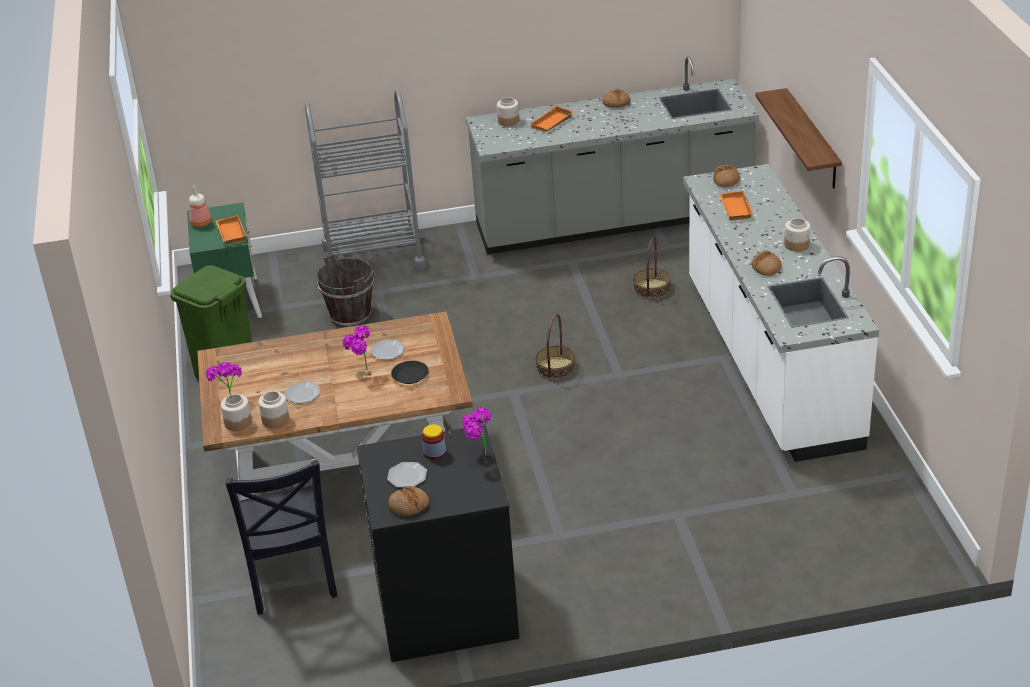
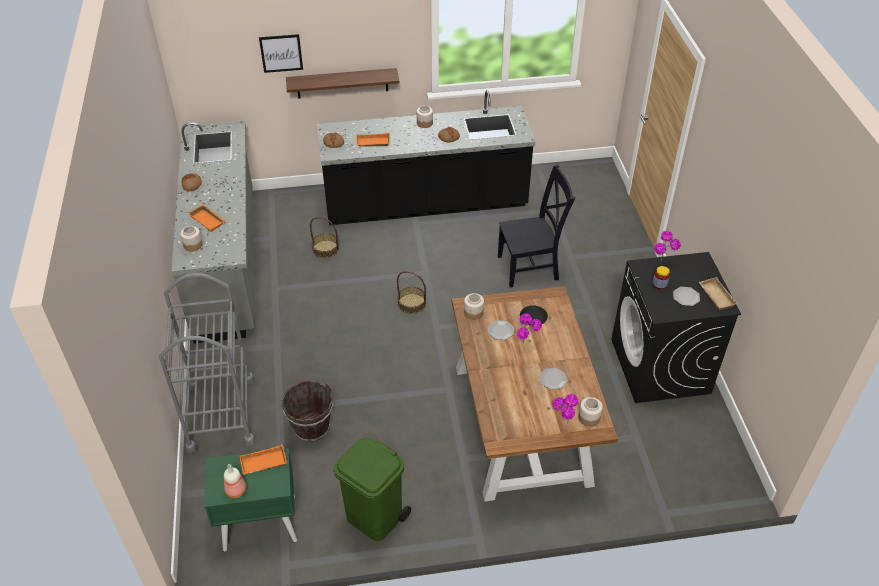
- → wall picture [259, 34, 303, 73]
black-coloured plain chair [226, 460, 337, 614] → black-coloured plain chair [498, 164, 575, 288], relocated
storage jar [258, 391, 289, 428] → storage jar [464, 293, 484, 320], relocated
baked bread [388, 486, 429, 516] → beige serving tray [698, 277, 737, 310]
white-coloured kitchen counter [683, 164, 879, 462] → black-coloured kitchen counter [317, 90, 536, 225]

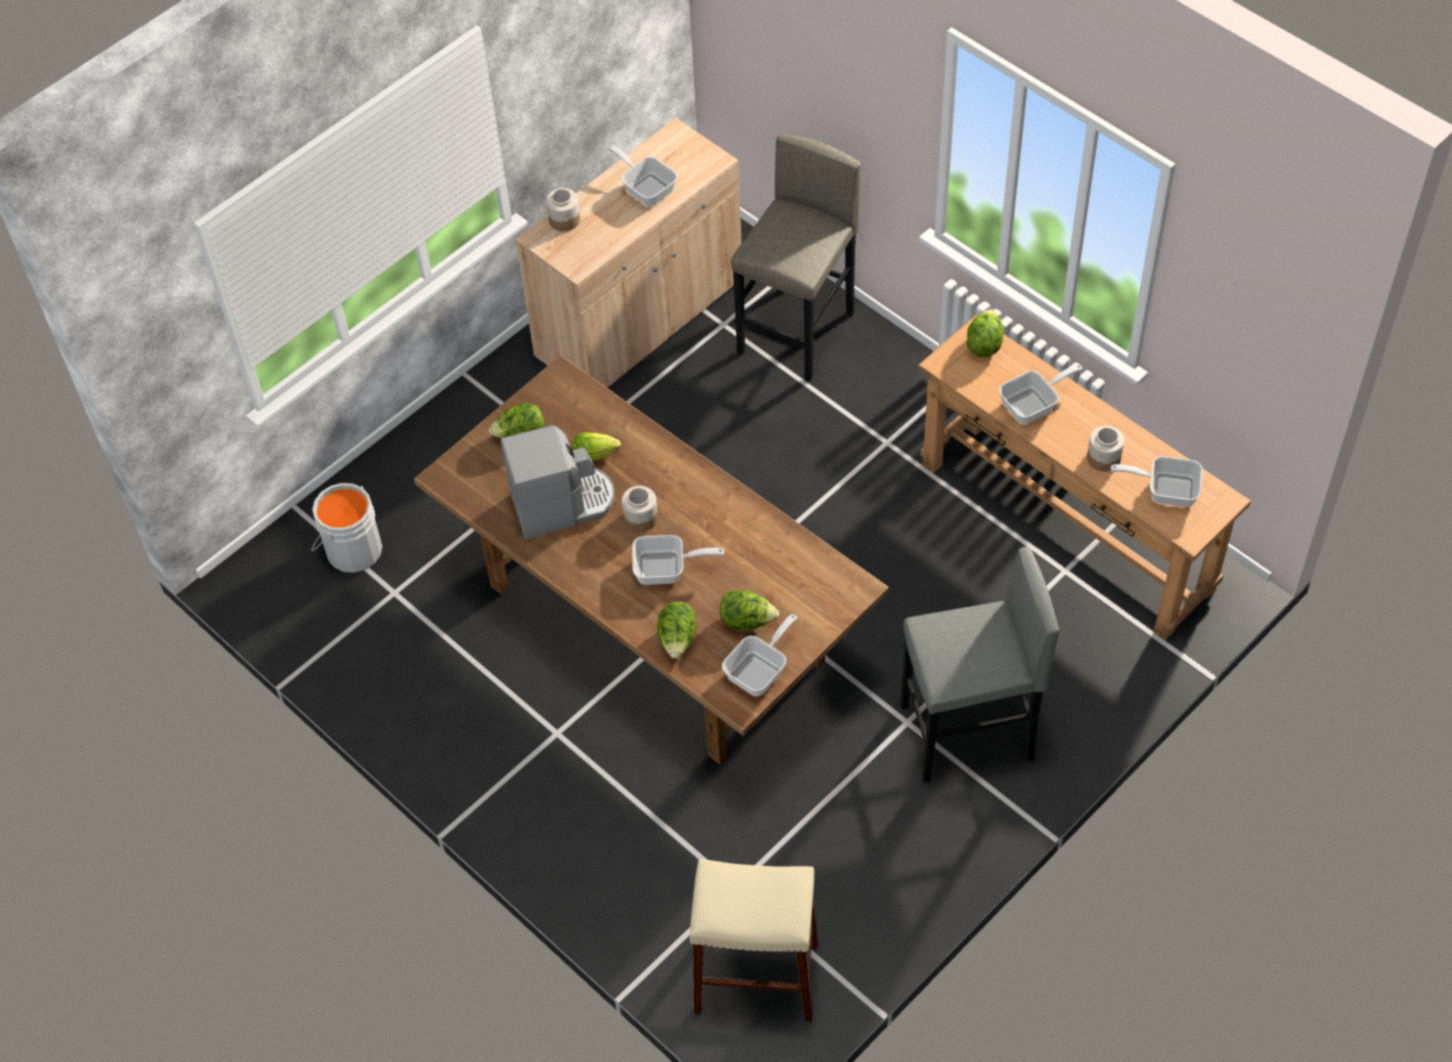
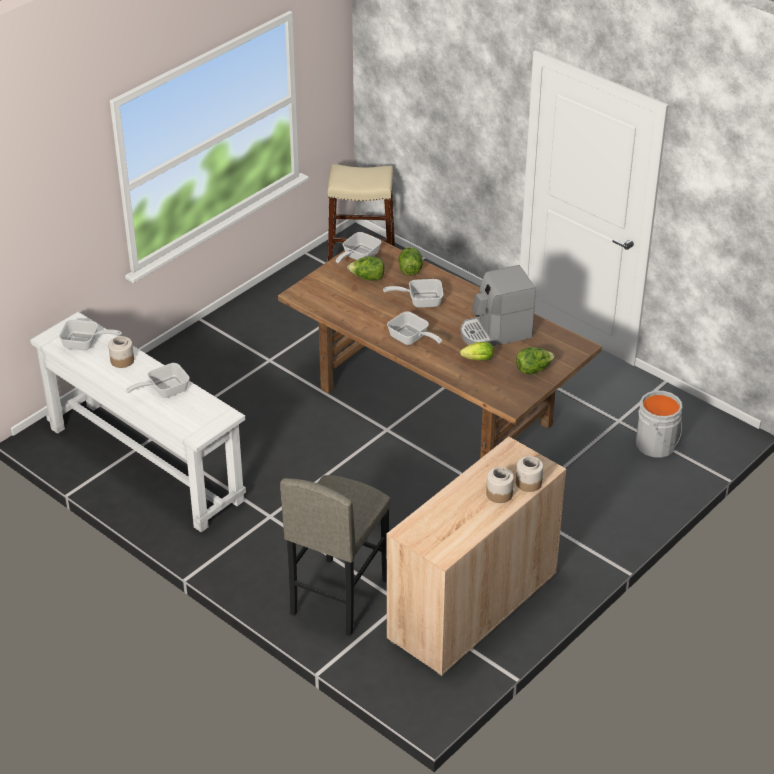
greyish sitting stool [900, 547, 1059, 783] → -
lettuce [966, 309, 1004, 358] → -
skillet [607, 145, 677, 206] → skillet [387, 312, 442, 345], relocated
storage jar [622, 486, 658, 532] → storage jar [486, 467, 514, 503], relocated
brown-coloured narrow table [918, 315, 1251, 641] → white-coloured narrow table [30, 312, 246, 532]

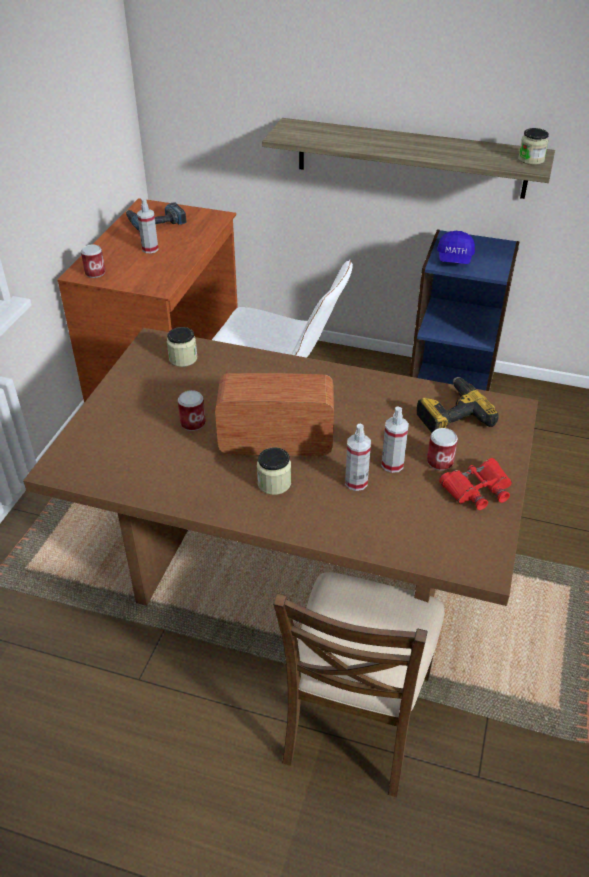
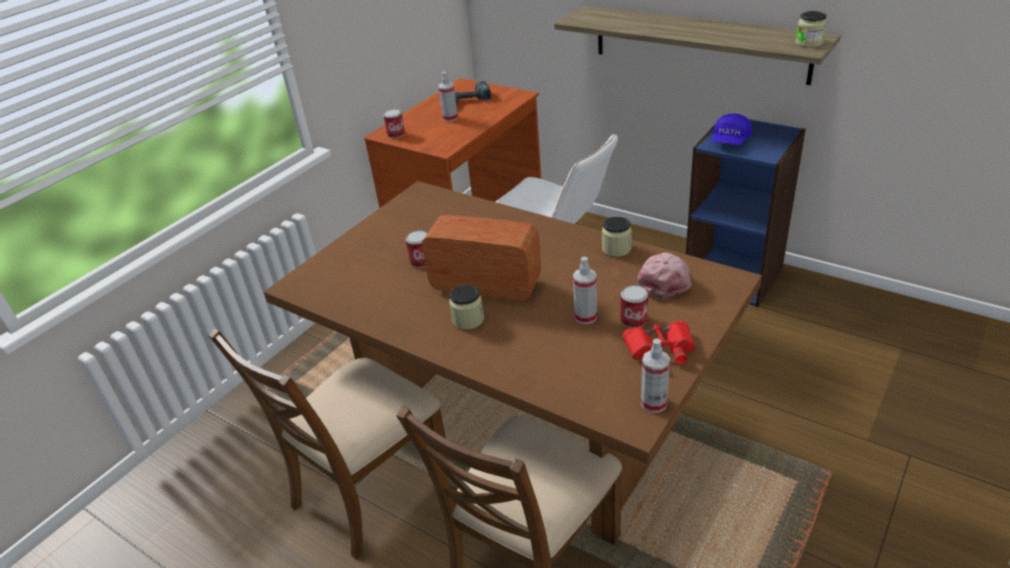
- → brown-coloured plain chair [208, 328, 450, 560]
storage jar [167, 327, 197, 367] → storage jar [602, 216, 632, 257], relocated
hand sprayer [345, 424, 371, 491] → hand sprayer [641, 338, 670, 413], relocated
electric drill [417, 377, 499, 433] → pink cap [637, 253, 692, 299]

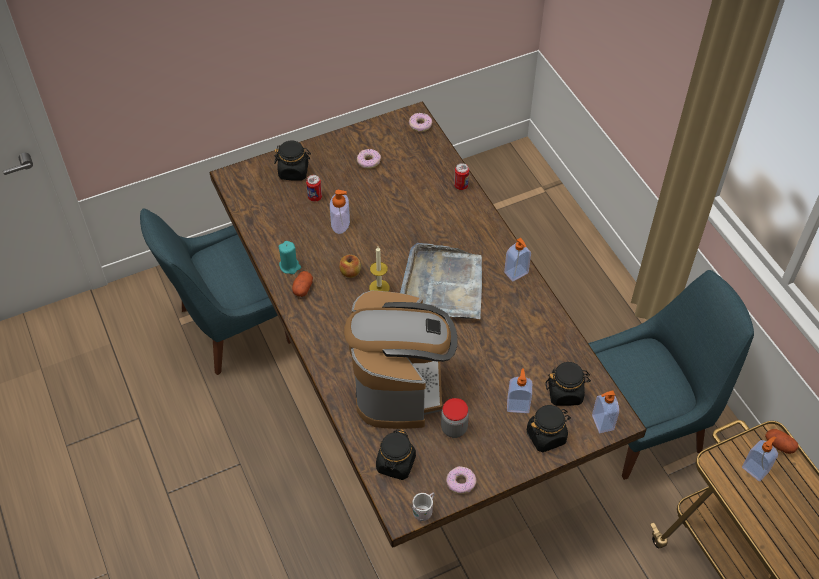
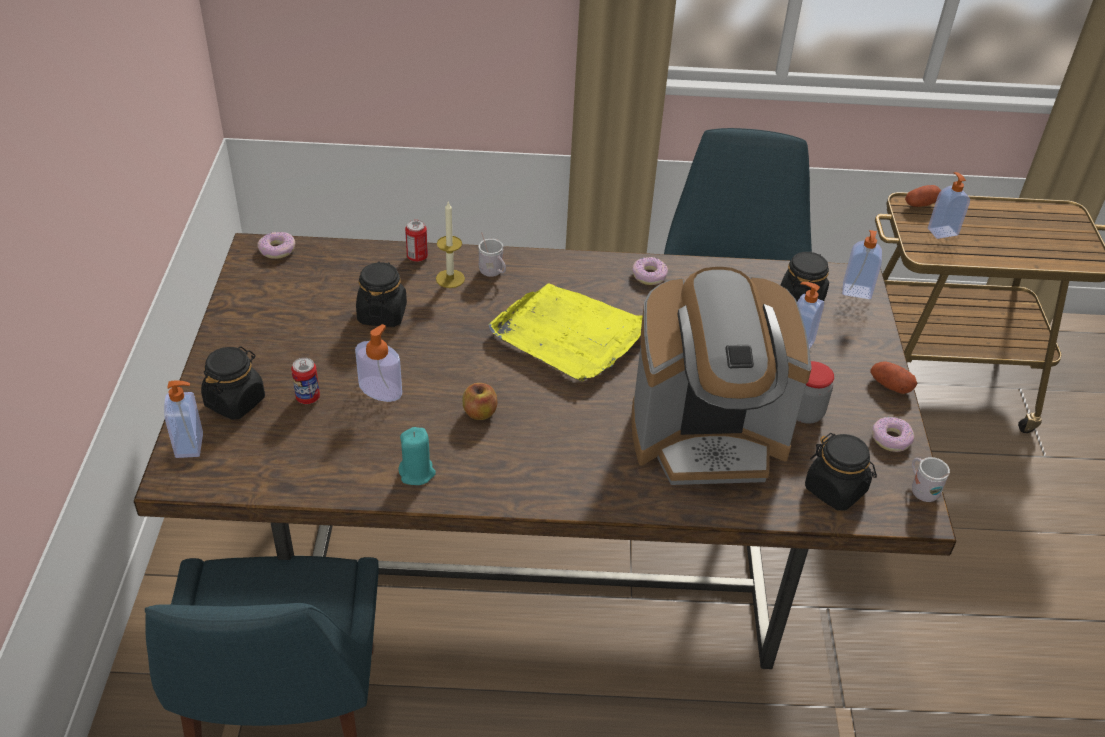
- → white-coloured mug [479, 232, 506, 277]
potato [292, 271, 313, 297] → potato [870, 361, 917, 394], relocated
doughnut [357, 149, 381, 169] → doughnut [632, 257, 668, 285], relocated
candle [369, 247, 390, 292] → candle [436, 202, 465, 288], relocated
soap bottle [504, 238, 531, 282] → soap bottle [164, 380, 203, 458], relocated
black-coloured storage jar [527, 405, 571, 452] → black-coloured storage jar [356, 261, 407, 327], relocated
greyish serving tray [400, 243, 482, 319] → yellowish serving tray [489, 283, 642, 381]
coffee maker [344, 291, 458, 429] → coffee maker [631, 267, 812, 485], 150 degrees clockwise

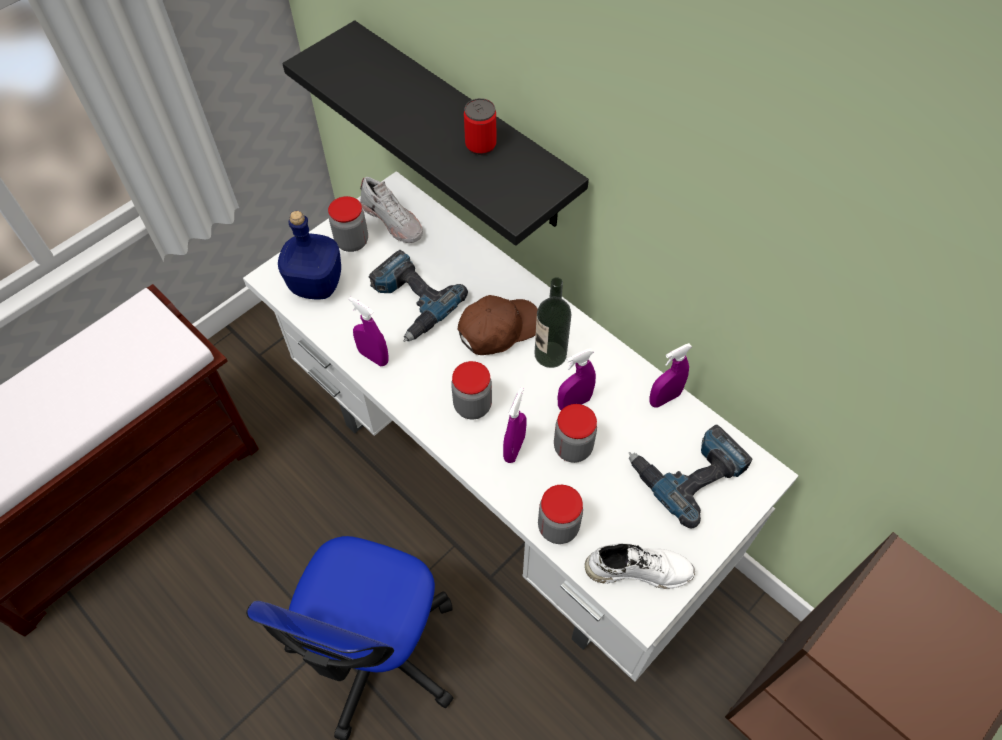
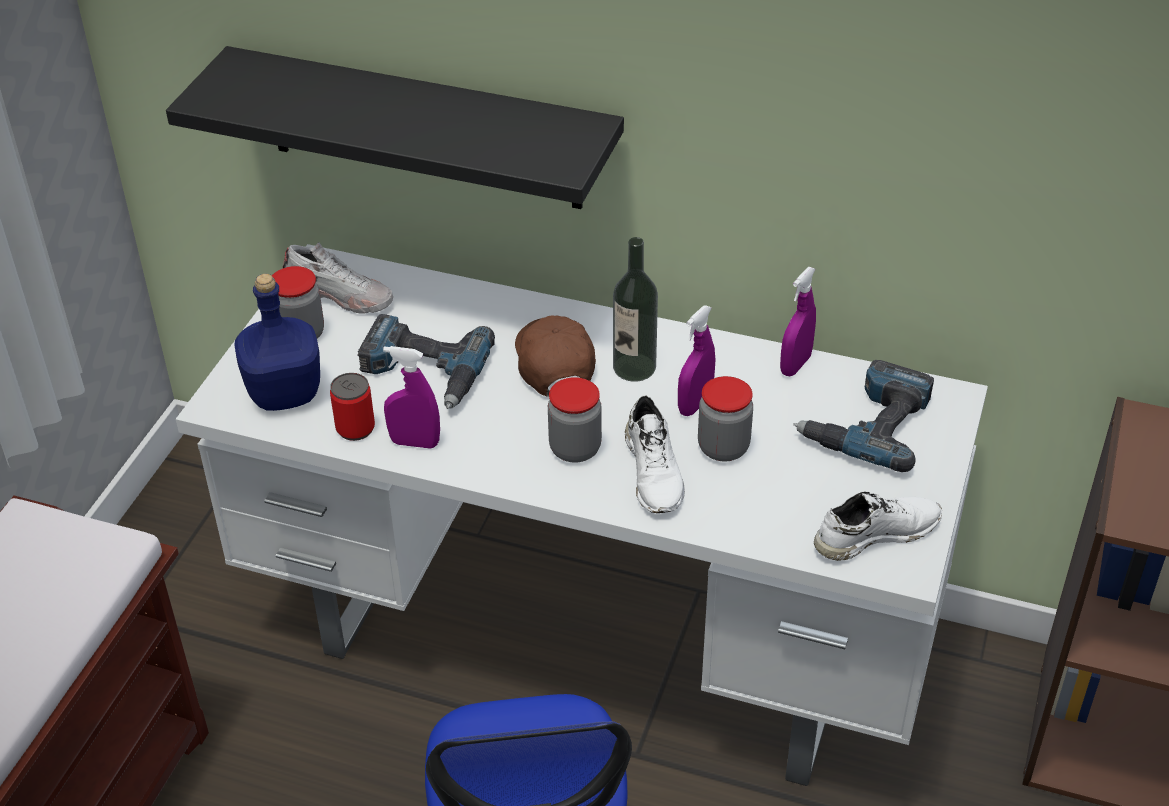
storage jar [538, 485, 583, 544] → -
metal can [464, 98, 496, 155] → metal can [330, 373, 375, 441], relocated
purplish hand sprayer [503, 388, 527, 463] → white-coloured shoe [625, 395, 685, 513]
brown-coloured cap [458, 295, 538, 355] → brown-coloured cap [515, 315, 596, 397], 45 degrees counterclockwise

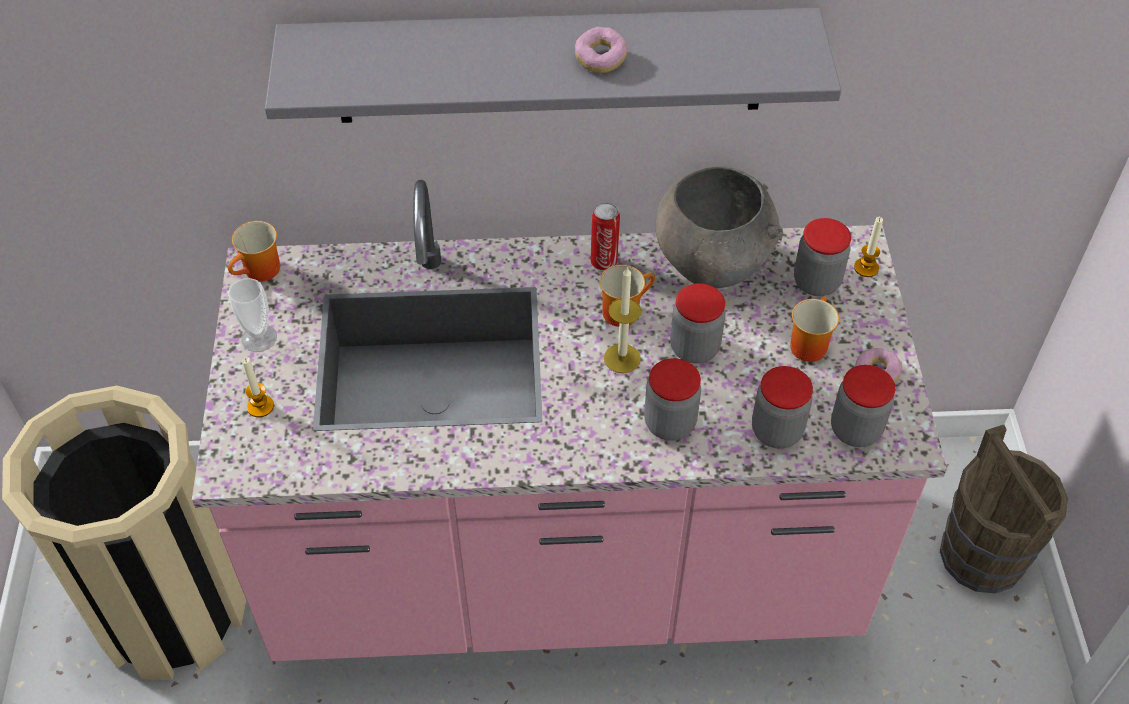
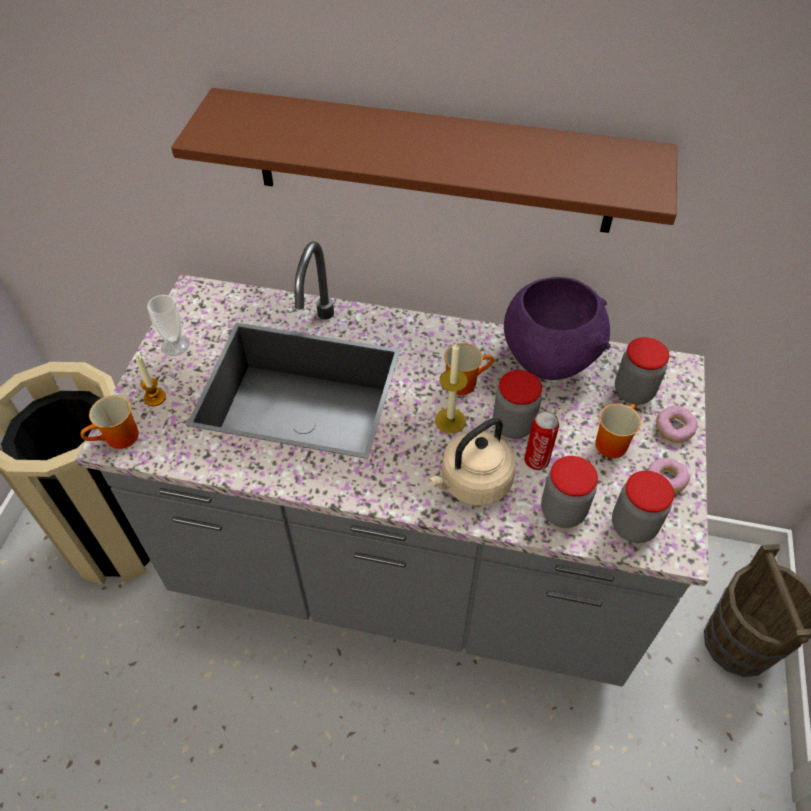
candle [854, 217, 883, 277] → -
mug [228, 221, 280, 282] → mug [81, 395, 139, 449], relocated
doughnut [575, 27, 627, 73] → doughnut [656, 405, 697, 443], relocated
metal can [590, 203, 620, 271] → metal can [524, 411, 559, 470], relocated
storage jar [644, 358, 701, 441] → beige kettle [428, 418, 516, 506]
pink kitchen counter [192, 180, 947, 661] → greyish kitchen counter [75, 241, 709, 687]
greyish shelf [265, 8, 841, 123] → brown-coloured shelf [171, 88, 677, 233]
greyish bowl [655, 166, 783, 288] → purplish bowl [504, 277, 611, 380]

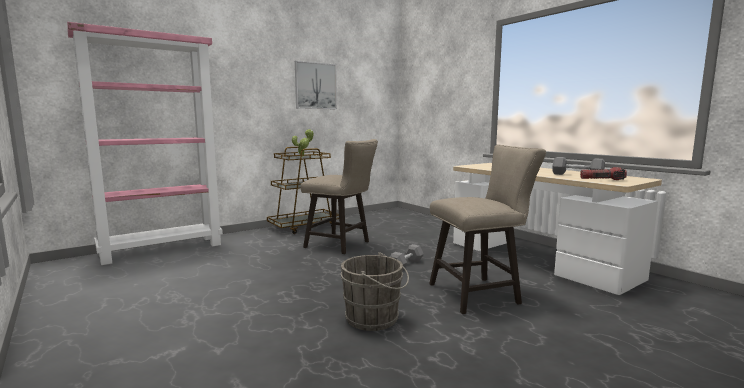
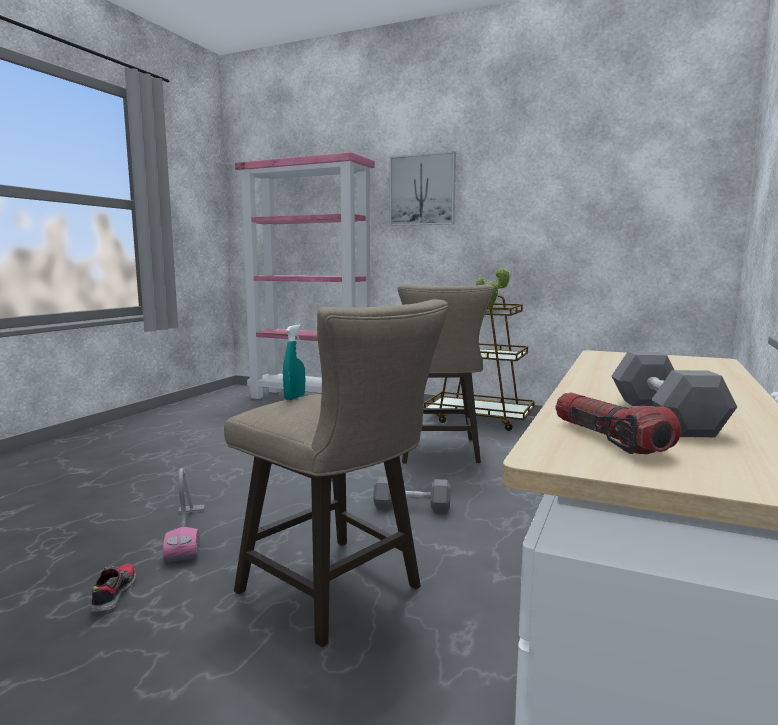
- → shoe [90, 564, 136, 613]
- → turquoise hand sprayer [283, 325, 305, 400]
wall picture [295, 61, 337, 109] → wall picture [390, 151, 456, 226], relocated
greyish water bucket [341, 252, 409, 331] → vacuum [163, 468, 205, 562]

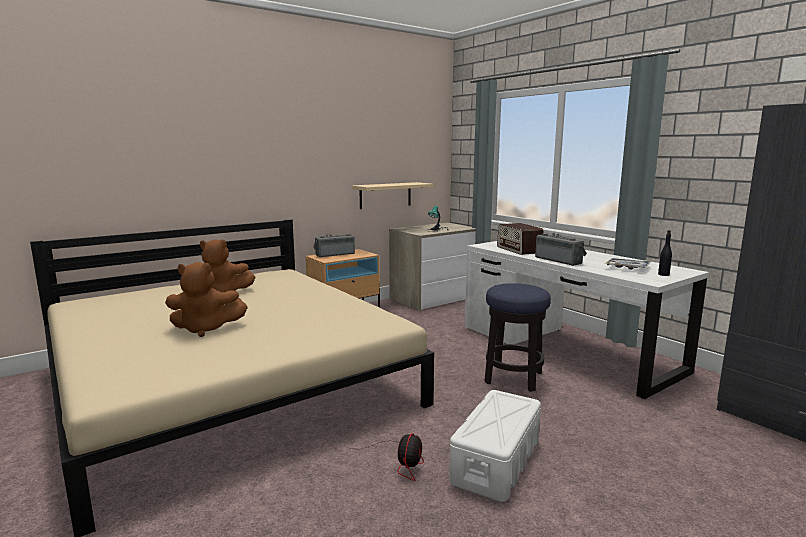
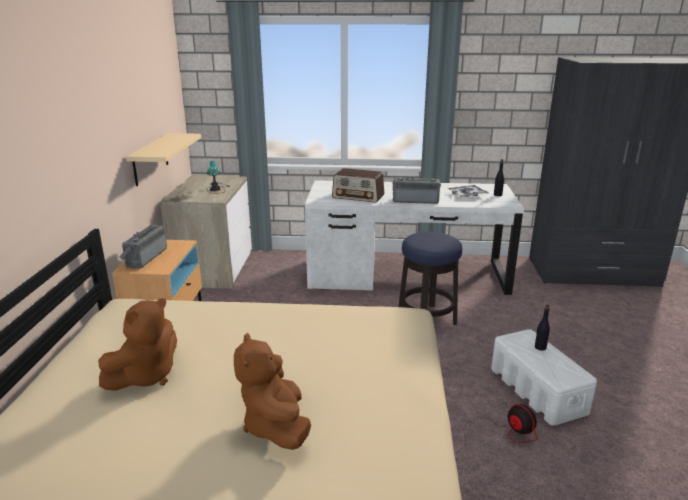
- → black-coloured drink bottle [535, 304, 550, 351]
brown-coloured cuddly toy [165, 262, 248, 337] → brown-coloured cuddly toy [234, 333, 311, 450], 135 degrees clockwise

